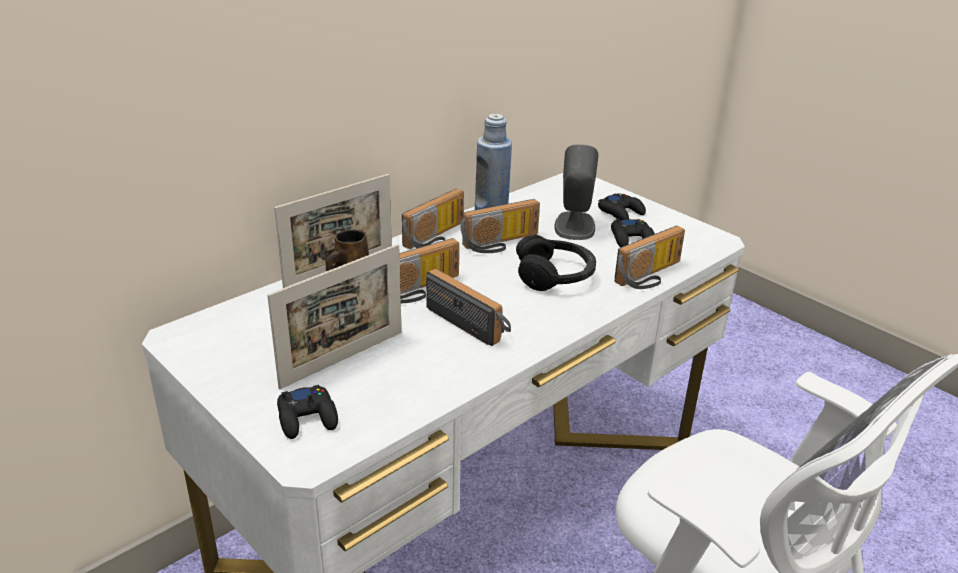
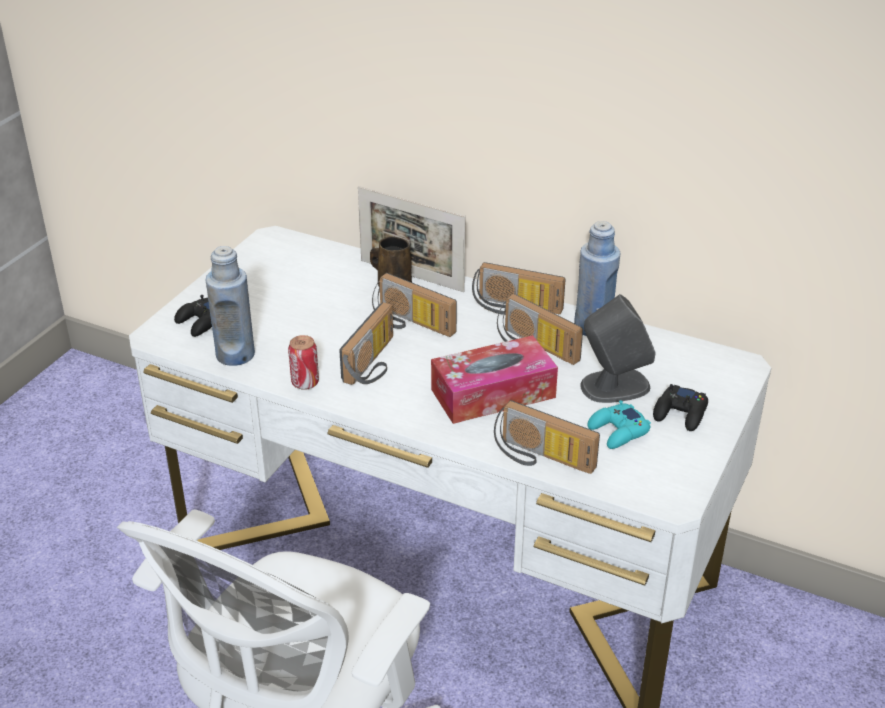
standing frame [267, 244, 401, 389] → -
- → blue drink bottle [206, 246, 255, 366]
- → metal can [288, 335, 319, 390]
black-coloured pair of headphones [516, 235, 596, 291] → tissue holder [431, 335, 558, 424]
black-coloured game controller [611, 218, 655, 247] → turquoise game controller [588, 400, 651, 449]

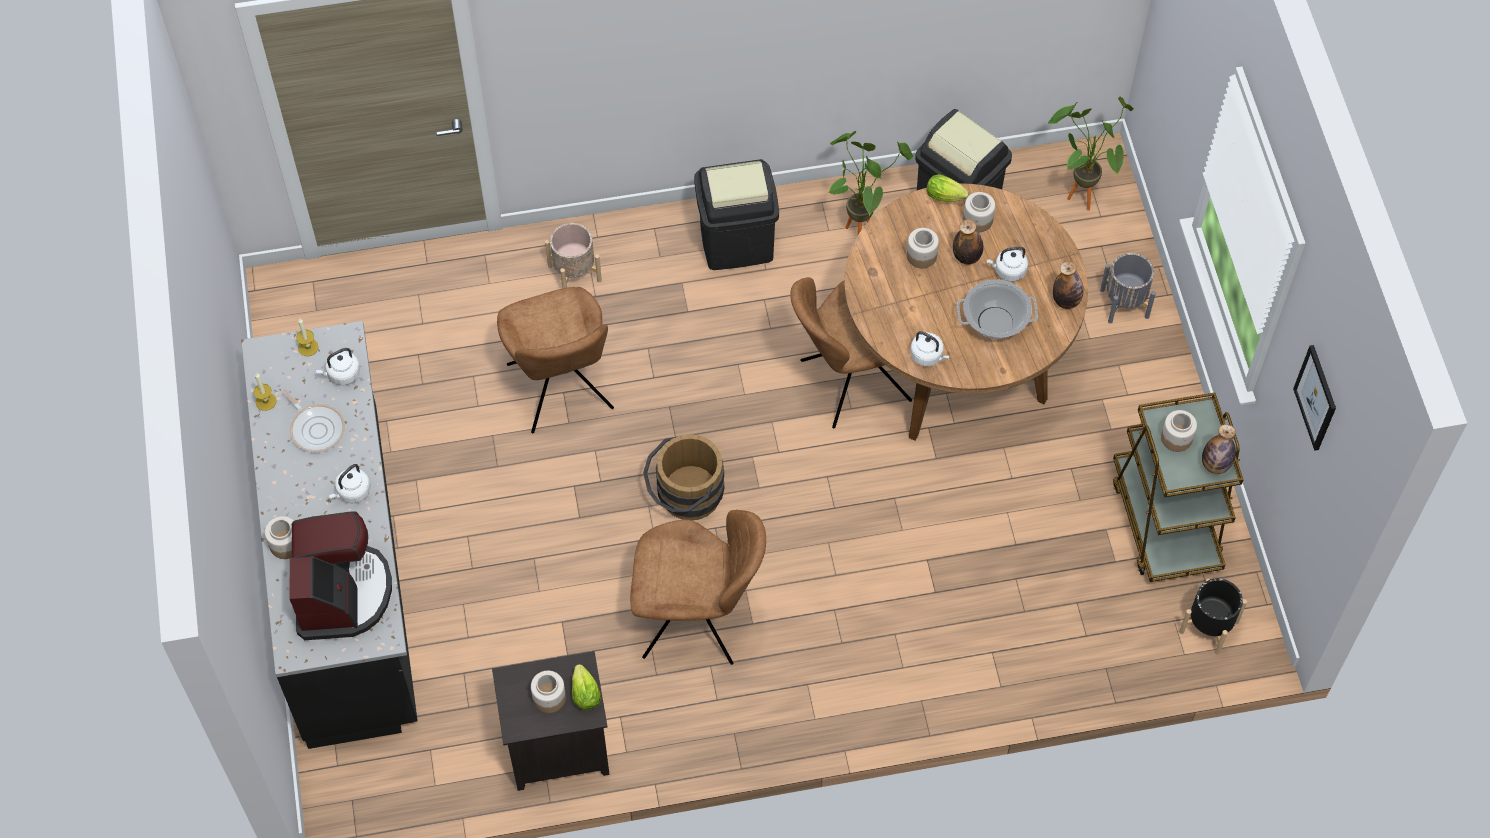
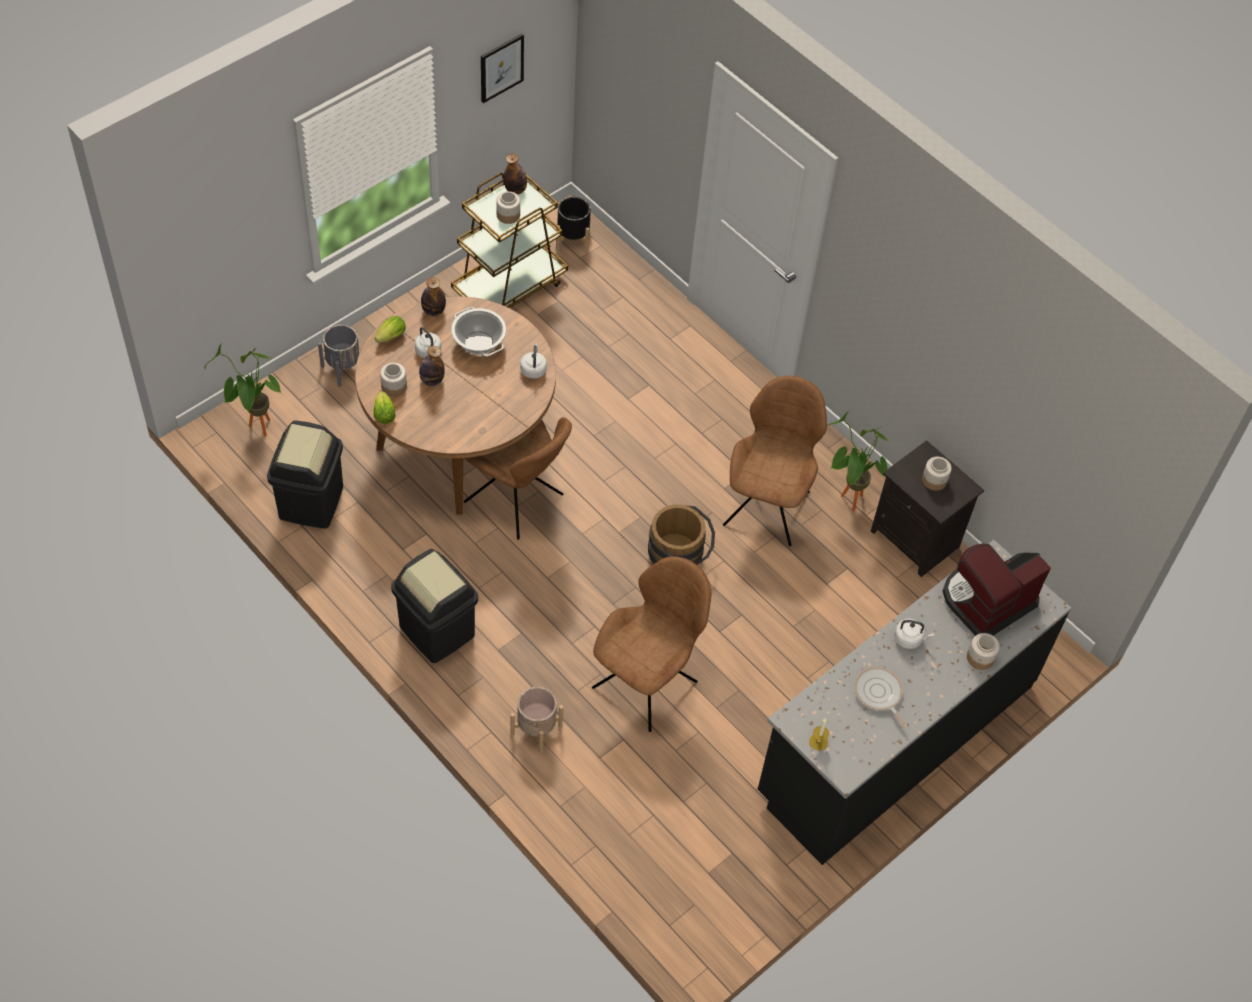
candle [254, 373, 277, 411] → -
white-coloured kettle [316, 348, 360, 385] → -
storage jar [907, 228, 939, 268] → -
lettuce [572, 664, 601, 710] → lettuce [375, 316, 406, 343], relocated
potted plant [827, 131, 913, 234] → potted plant [827, 411, 889, 511], relocated
skillet [282, 390, 345, 452] → skillet [854, 667, 907, 728], 45 degrees counterclockwise
brown-coloured plain chair [630, 510, 766, 665] → brown-coloured plain chair [723, 376, 827, 546], 45 degrees clockwise

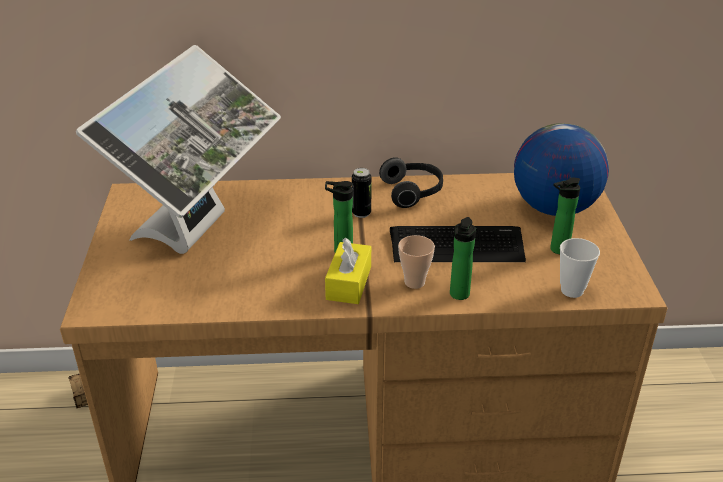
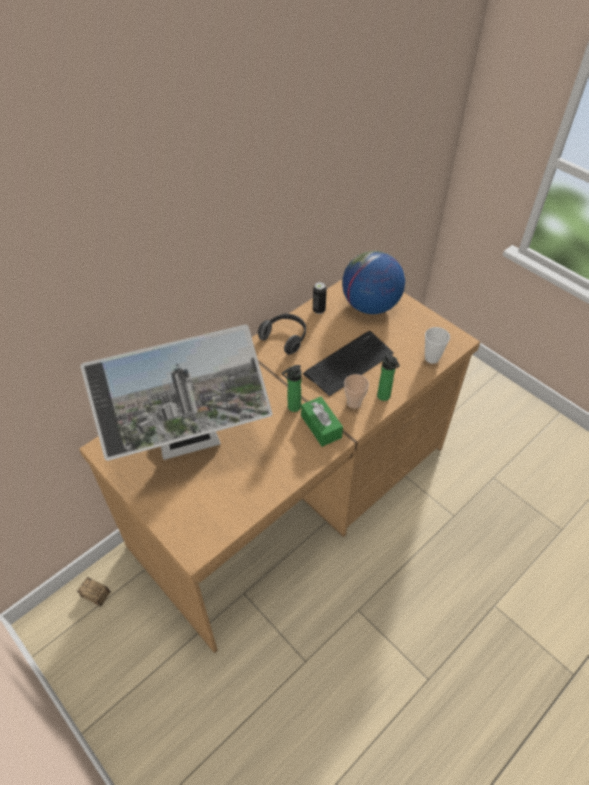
drink bottle [550, 178, 580, 254] → -
metal can [352, 168, 372, 218] → metal can [313, 282, 327, 314], relocated
yellowish tissue holder [325, 238, 371, 304] → green-coloured tissue holder [301, 397, 343, 447]
computer screen [76, 45, 281, 254] → computer screen [80, 324, 273, 461], 90 degrees clockwise

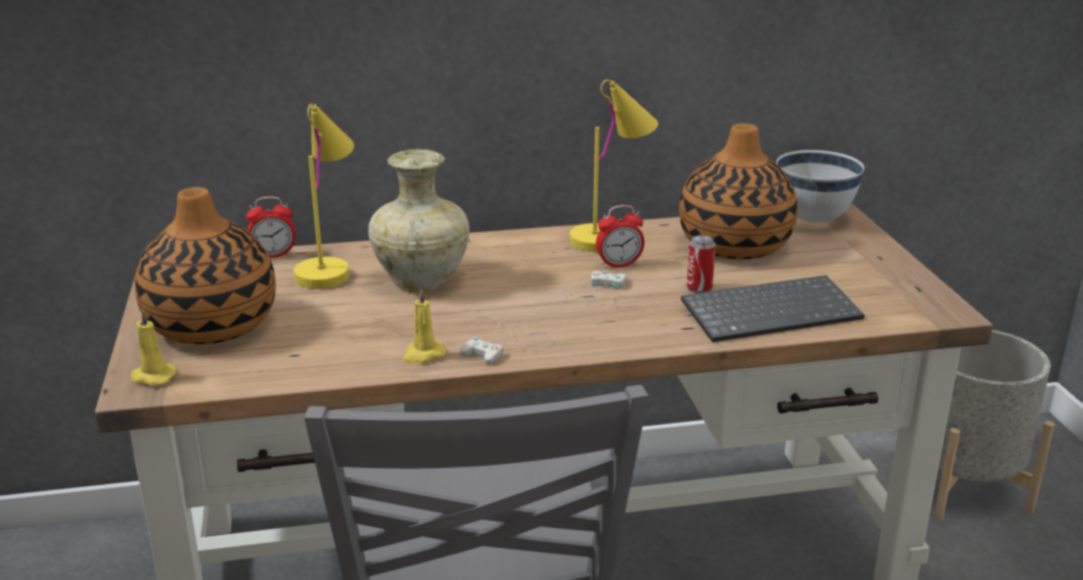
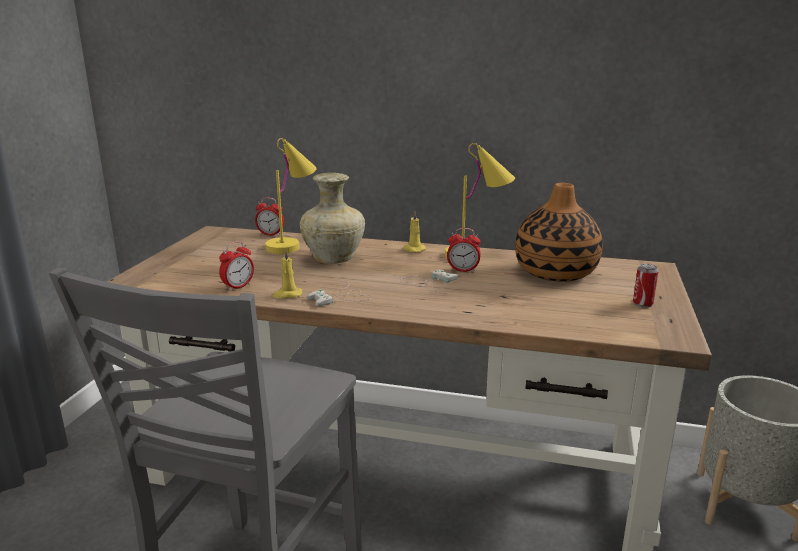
decorative vase [135, 187, 276, 344] → -
computer keyboard [681, 275, 865, 342] → -
white-coloured bowl [776, 150, 864, 223] → -
- → table clock [219, 241, 254, 291]
yellowish candle [130, 309, 177, 386] → yellowish candle [403, 211, 426, 253], relocated
metal can [687, 235, 716, 293] → metal can [633, 264, 659, 308], relocated

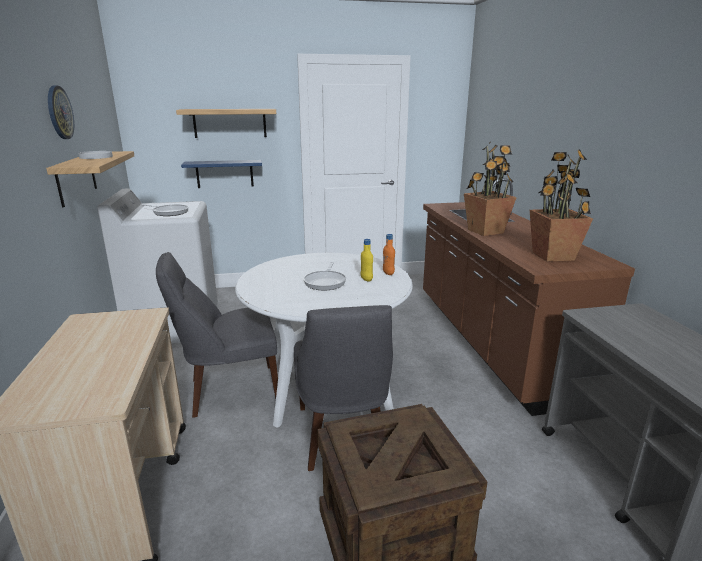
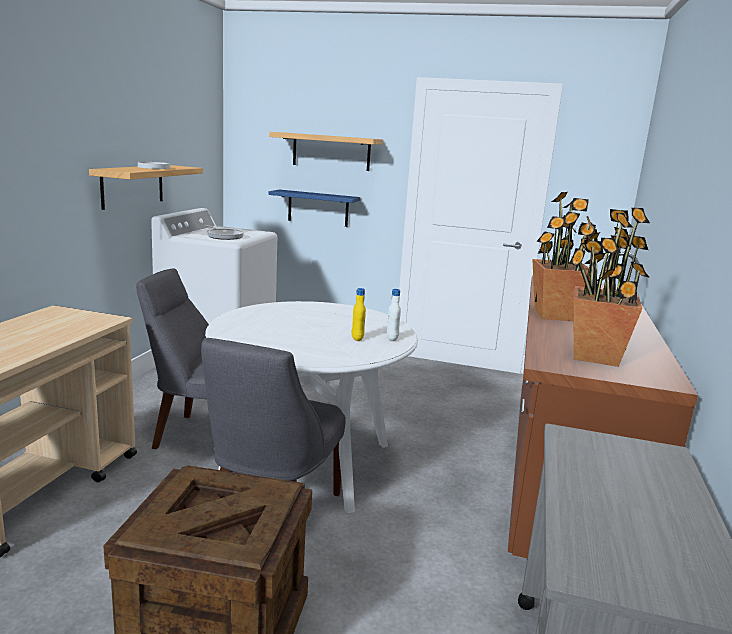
hanging clock [48, 86, 74, 139] → -
skillet [303, 262, 346, 290] → -
orangey drink bottle [383, 234, 395, 275] → white-coloured drink bottle [387, 289, 401, 341]

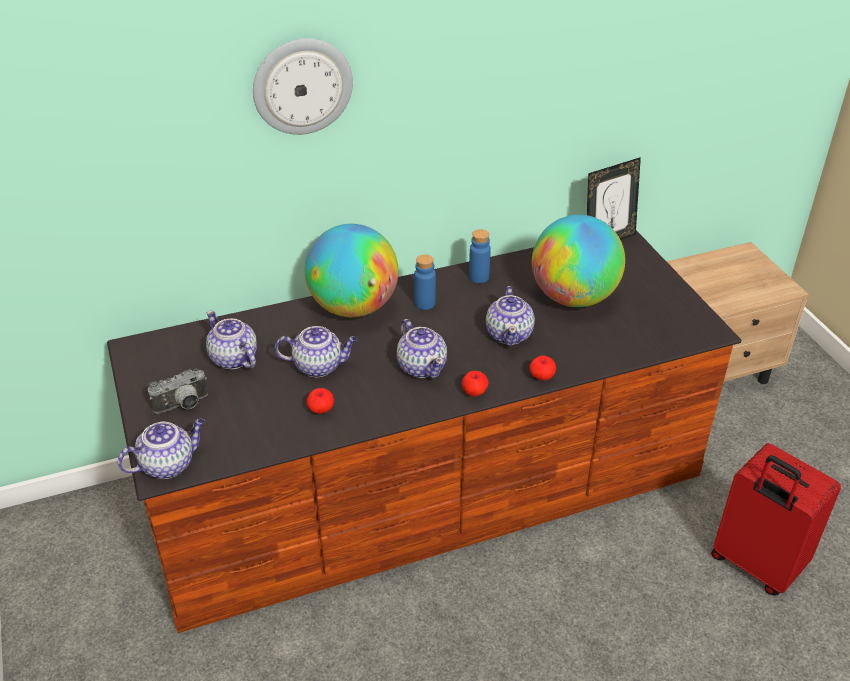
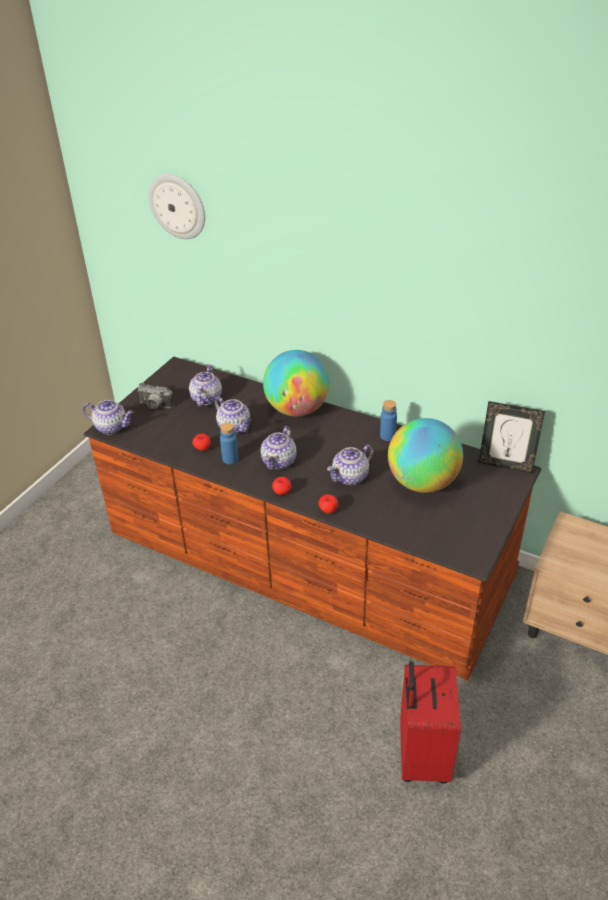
hanging clock [253, 38, 353, 135] → hanging clock [148, 174, 205, 239], relocated
blue drink bottle [414, 254, 436, 310] → blue drink bottle [220, 423, 238, 464], relocated

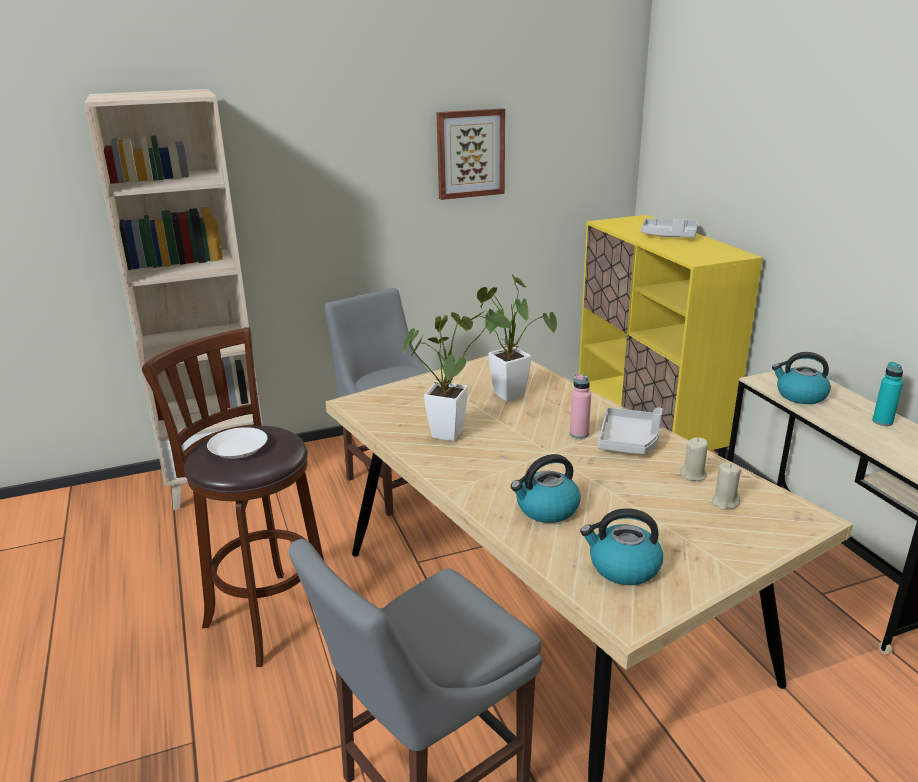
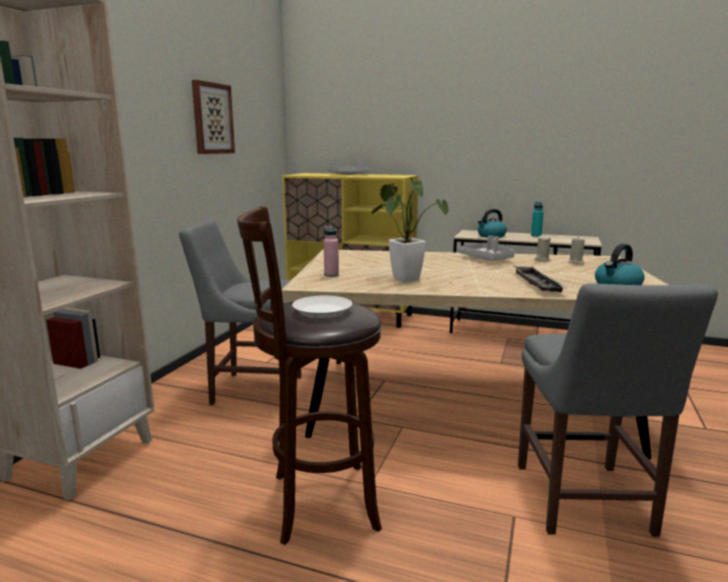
potted plant [471, 274, 557, 401] → -
pink drink bottle [570, 374, 591, 439] → pink drink bottle [324, 226, 339, 277], relocated
kettle [511, 454, 581, 523] → serving tray [513, 265, 566, 292]

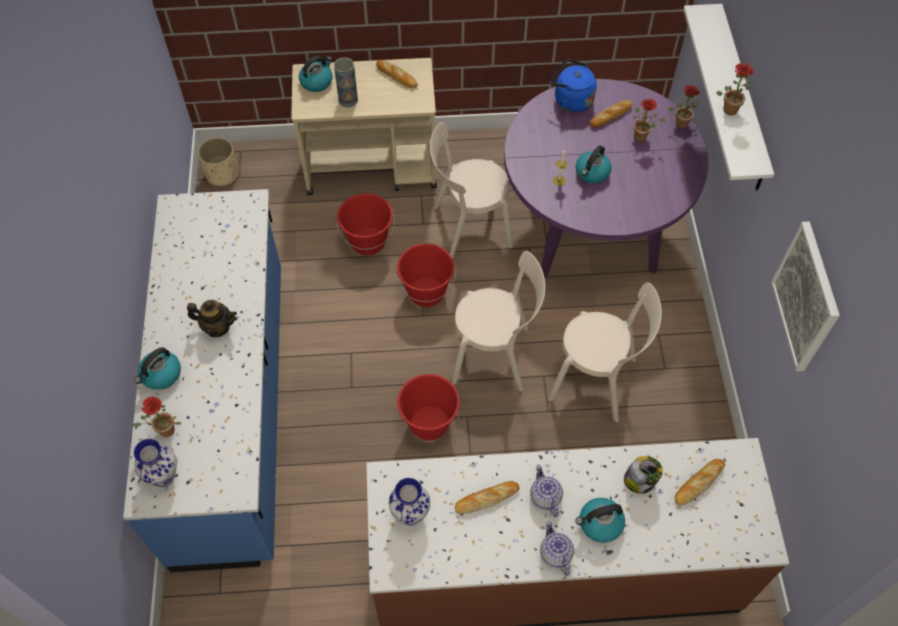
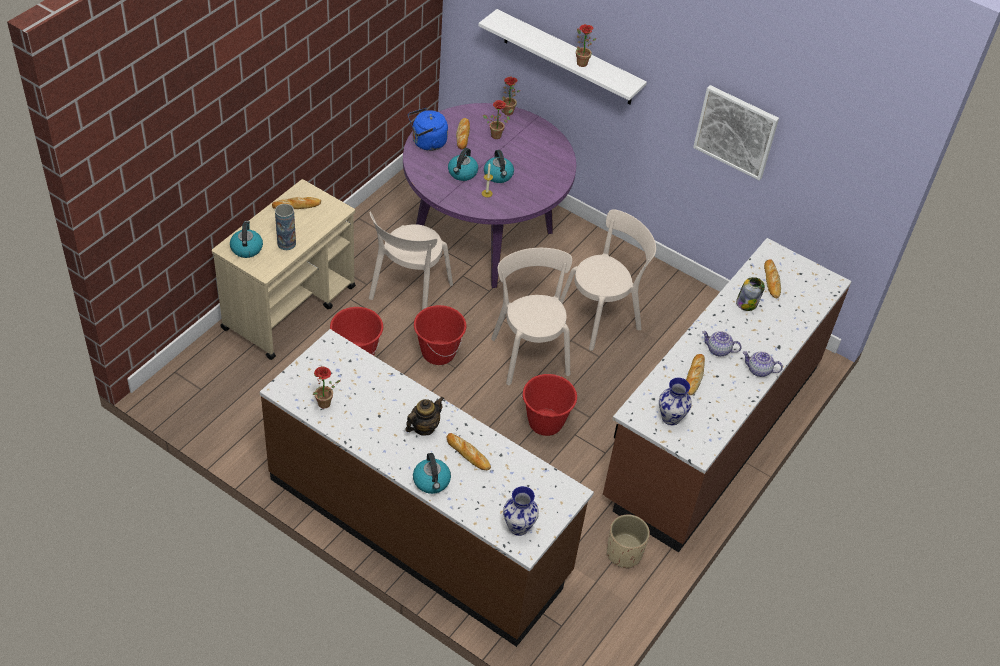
- → baked bread [447, 433, 491, 470]
potted plant [133, 397, 181, 437] → potted plant [313, 366, 341, 409], relocated
beige plant pot [197, 137, 238, 186] → beige plant pot [607, 514, 650, 568], relocated
kettle [576, 498, 625, 543] → kettle [448, 148, 478, 181], relocated
blue kitchen counter [123, 189, 281, 572] → brown-coloured kitchen counter [260, 329, 594, 647]
beige plain chair [451, 251, 545, 392] → beige plain chair [491, 248, 572, 385], 60 degrees counterclockwise

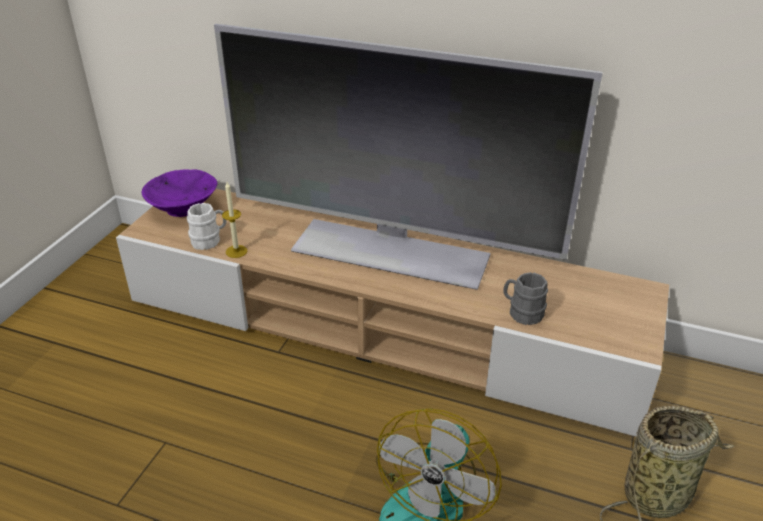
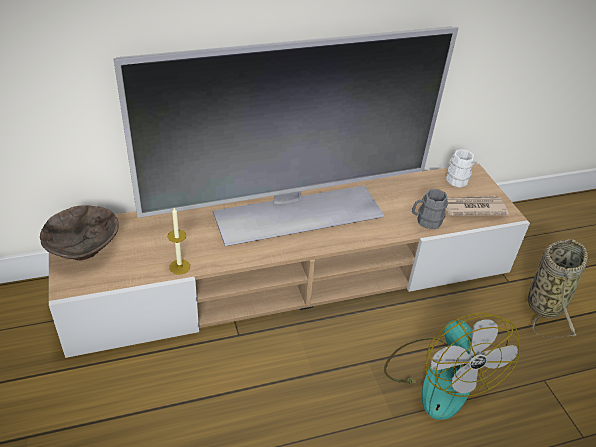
- → newspaper [446, 196, 509, 216]
white-coloured mug [187, 203, 226, 250] → white-coloured mug [446, 149, 474, 188], relocated
purplish bowl [142, 170, 218, 217] → brown-coloured bowl [40, 205, 119, 260]

